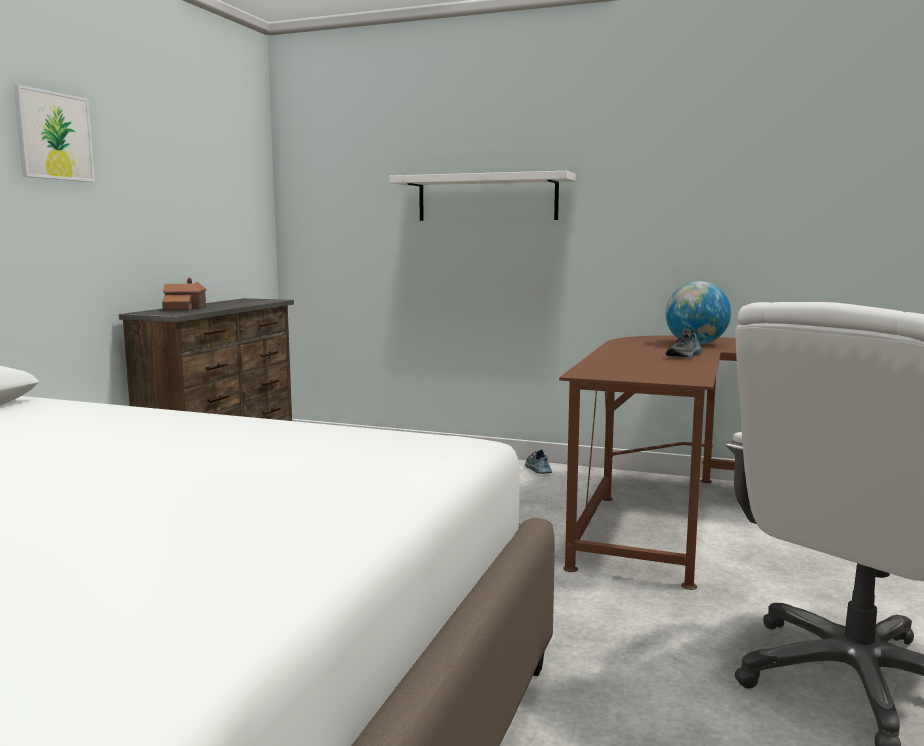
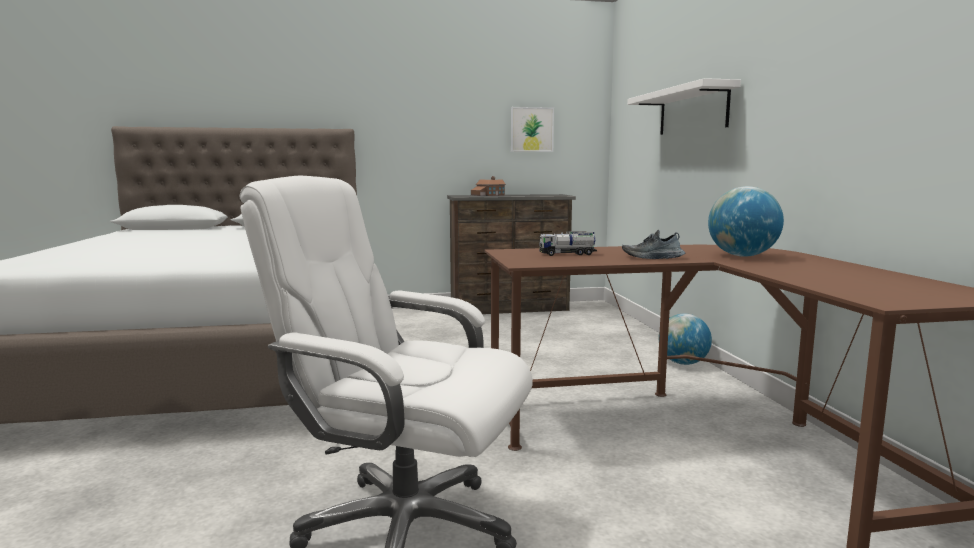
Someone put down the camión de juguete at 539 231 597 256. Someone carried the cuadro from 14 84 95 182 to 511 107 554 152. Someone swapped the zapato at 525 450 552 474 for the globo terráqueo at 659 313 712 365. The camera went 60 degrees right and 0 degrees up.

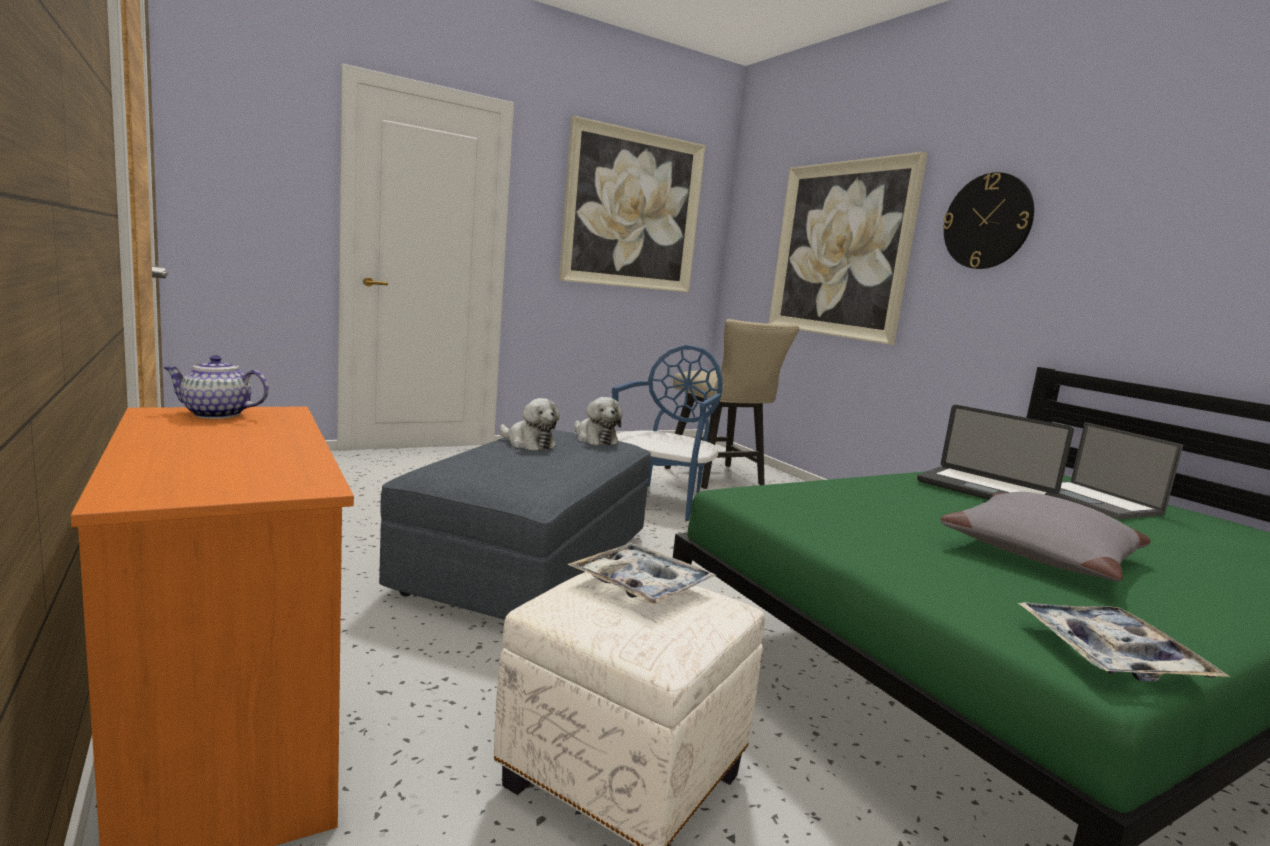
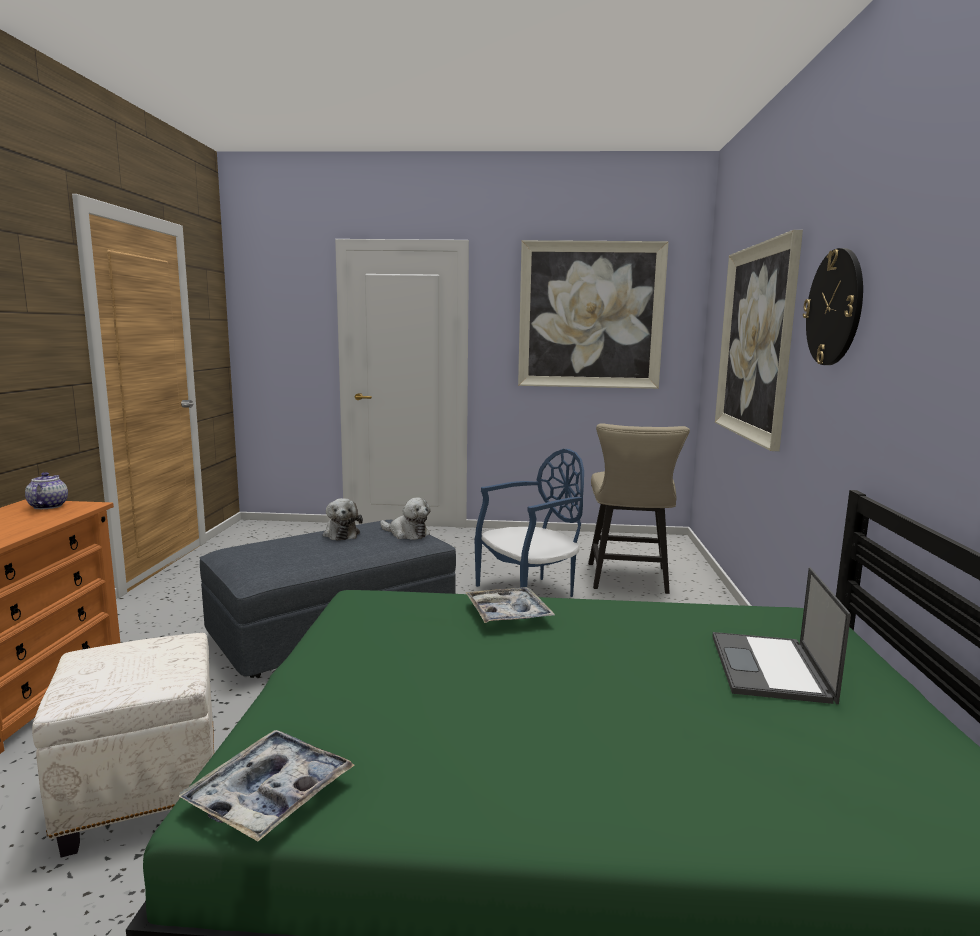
Someone took away the portátil at 917 405 1074 500. Someone took away the cojín [gris] at 941 492 1151 581. Someone carried the bandeja from 567 543 717 605 to 465 587 555 623. Someone rotated the tetera at 163 355 269 419 by 45 degrees clockwise. Someone rotated the peluche at 574 397 622 446 by 60 degrees counterclockwise. The camera went 35 degrees right and 0 degrees up.

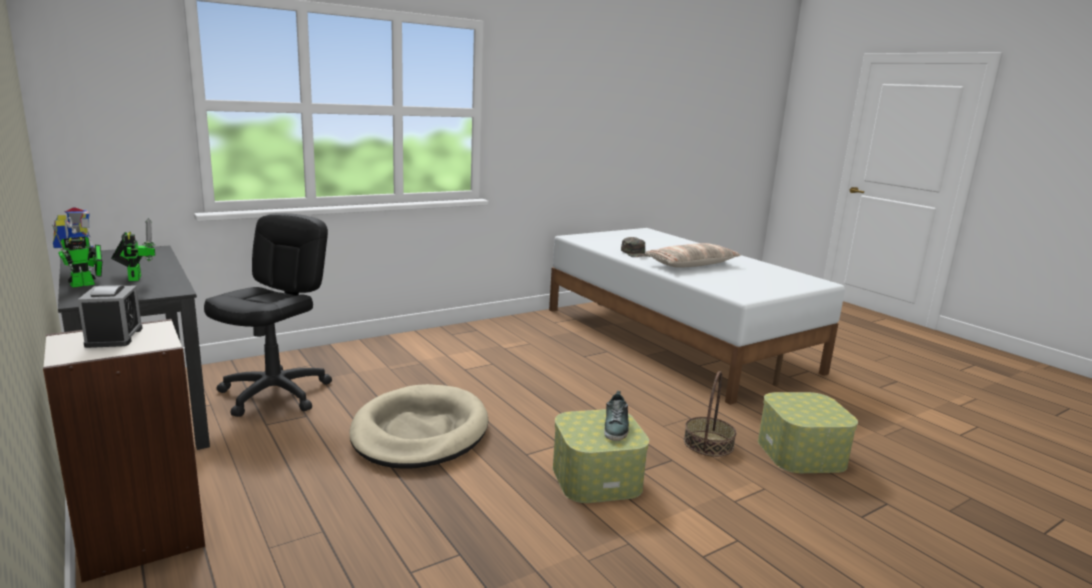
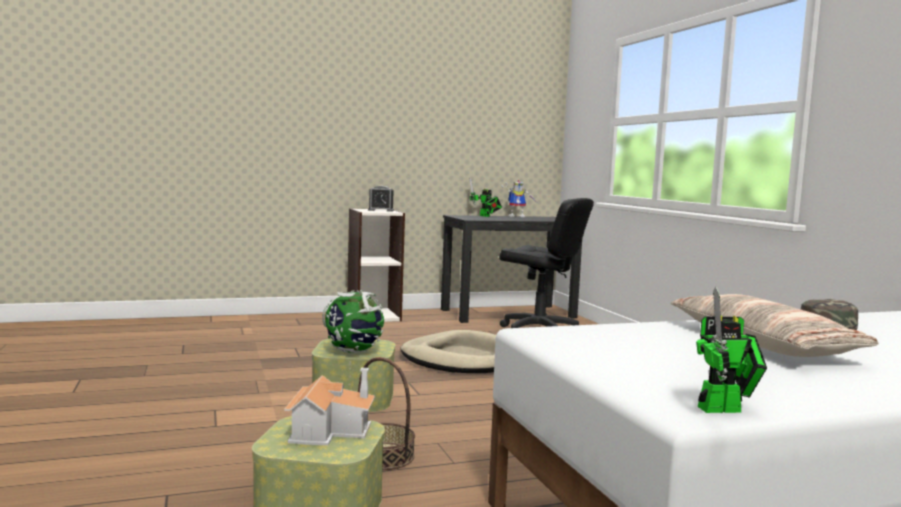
Someone put down the casita at 284 368 375 445. Someone carried the robot de juguete from 111 218 156 281 to 696 287 767 413. Someone swapped the zapato at 604 391 629 441 for the globo terráqueo at 322 290 384 353. The camera went 105 degrees right and 10 degrees down.

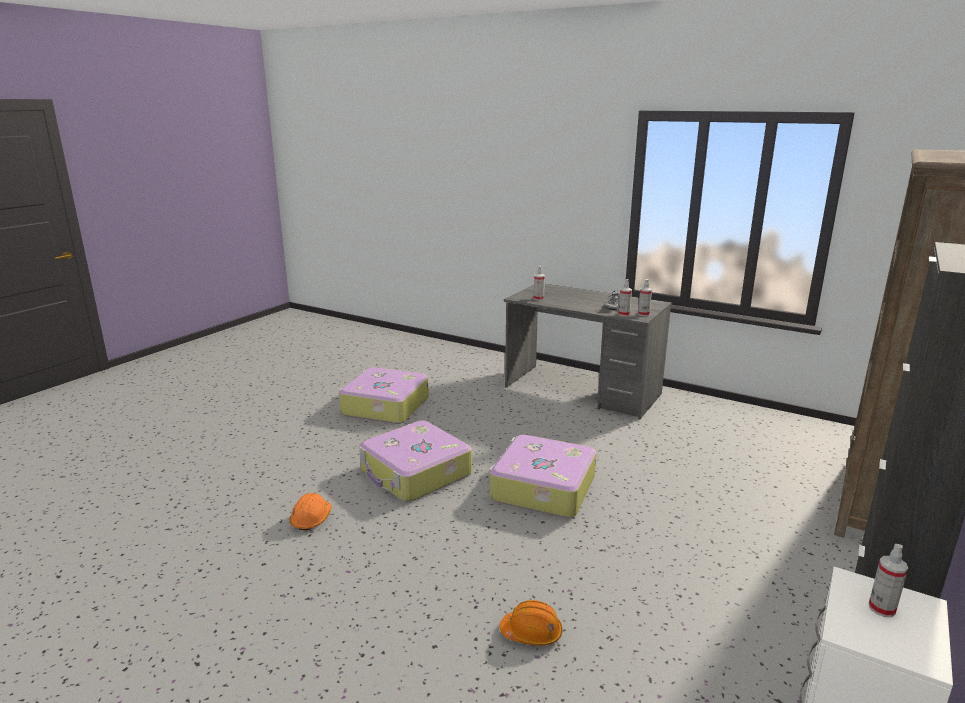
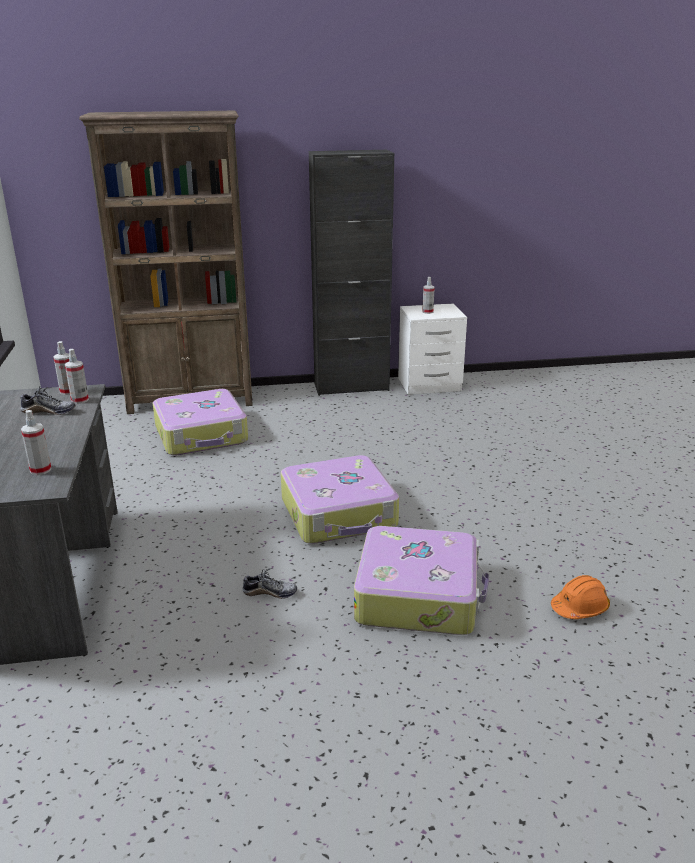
Someone took away the casco [naranja] at 500 600 562 646. Someone put down the zapato at 242 568 297 599. Someone carried the maleta from 339 367 429 424 to 153 389 248 456. The camera went 130 degrees left and 5 degrees up.

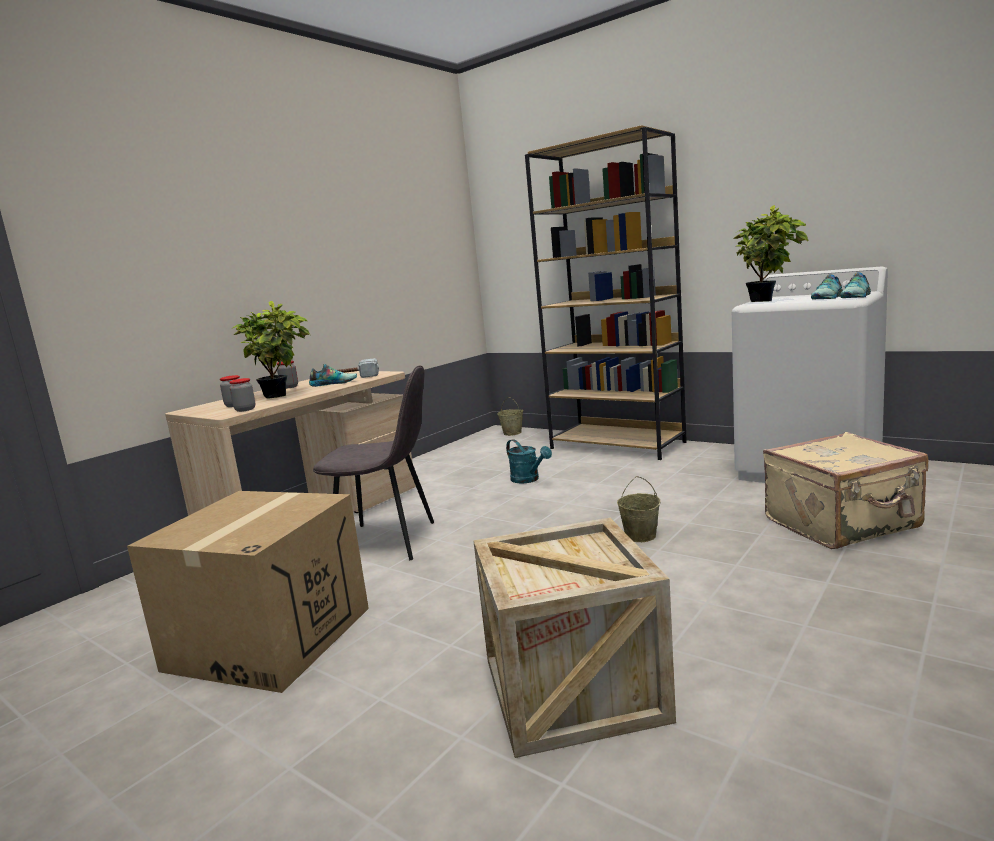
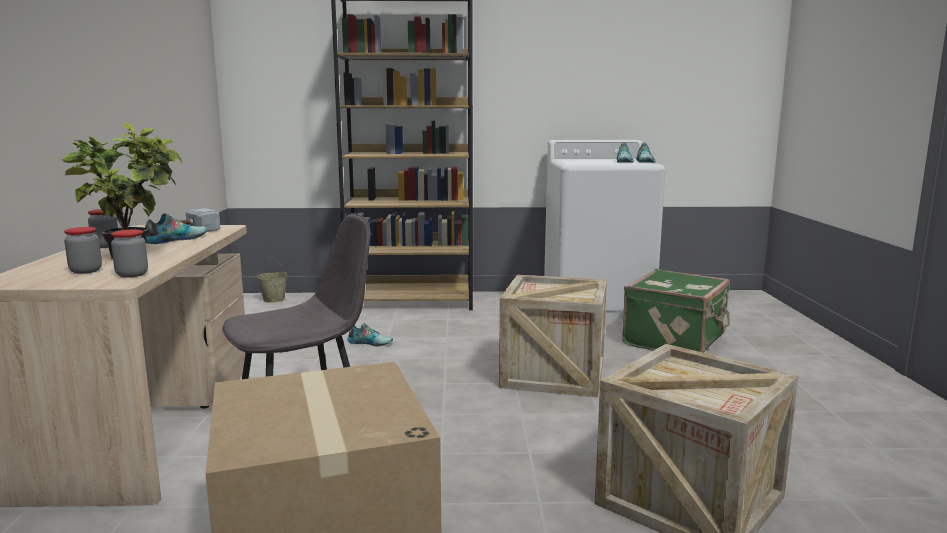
Someone took away the planta en maceta at 733 205 808 302. Someone swapped the regadera [turquesa] at 506 439 552 484 for the zapato at 347 323 393 346. Someone swapped the cubo [beis] at 617 476 660 542 for the caja de embalaje at 499 275 607 397. Someone repainted the maleta [beis] at 763 432 929 549, which became the maleta [verde] at 622 269 730 353. The camera went 40 degrees left and 0 degrees up.

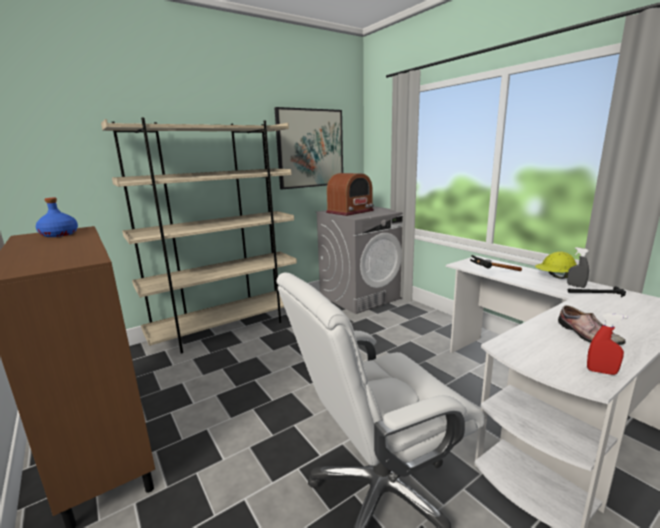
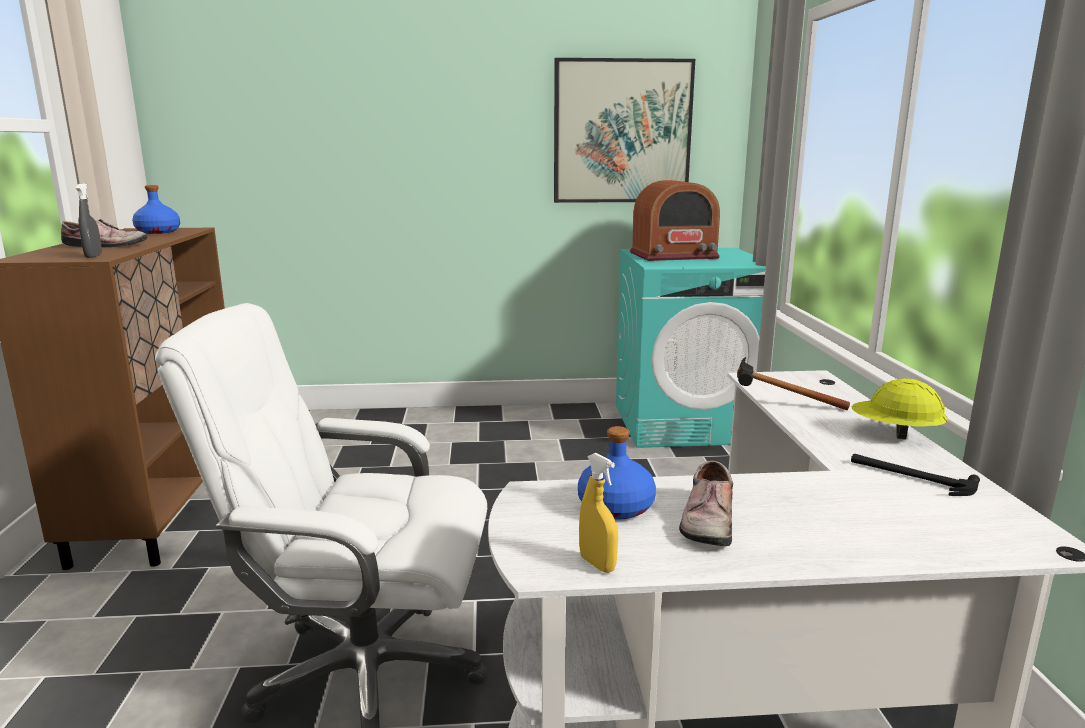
Someone took away the estantería [beis] at 101 118 297 354. Someone put down the zapato at 61 219 147 248. Someone put down the botella [azul] at 578 426 656 520. Someone carried the pulverizador [gris] from 567 247 589 288 to 76 183 102 258. Someone repainted the lavadora [gris] at 316 206 403 314, which became the lavadora [turquesa] at 616 248 766 448. Someone repainted the pulverizador [rojo] at 587 313 628 375, which became the pulverizador [amarillo] at 579 453 618 573. The camera went 30 degrees right and 0 degrees up.

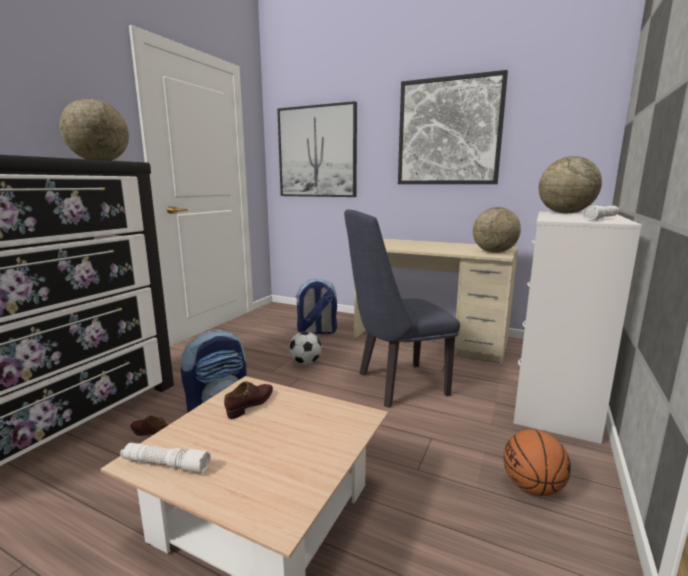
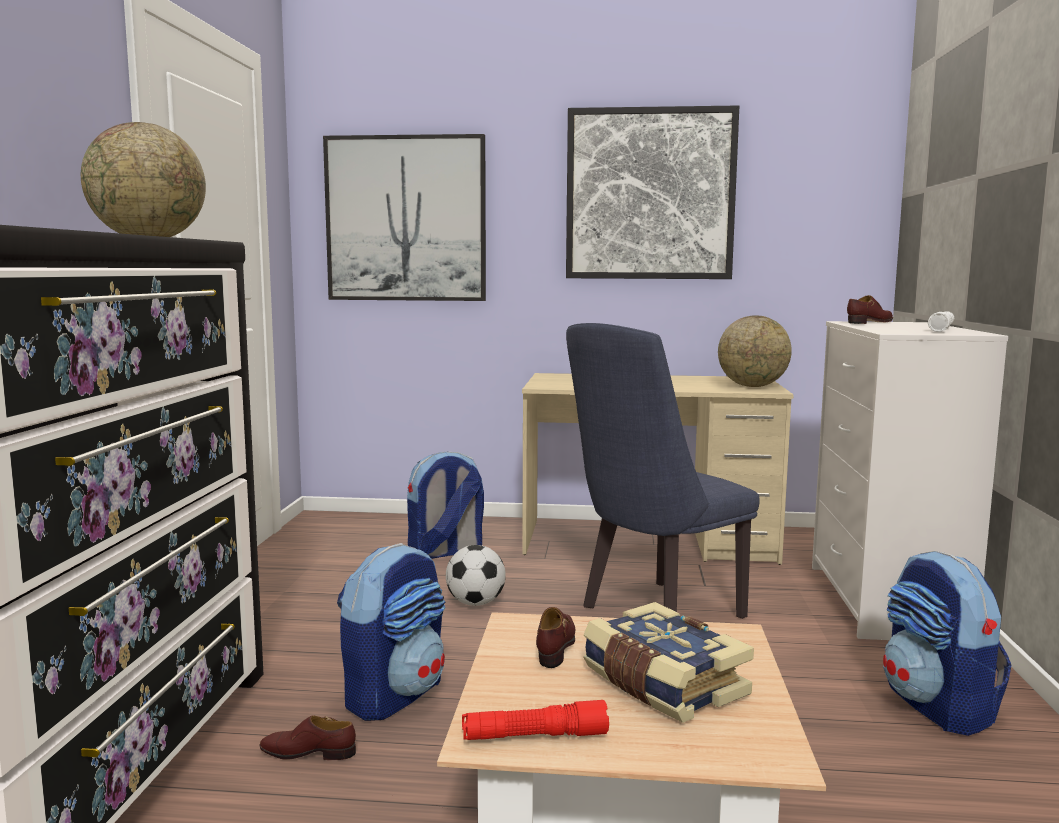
Someone put down the libro at 583 602 754 723. Someone swapped the balón de baloncesto at 503 430 571 496 for the mochila at 883 551 1011 736. Someone swapped the globo terráqueo at 539 156 602 213 for the zapato [marrón] at 847 295 893 324. Someone repainted the linterna [blanco] at 120 443 211 473, which became the linterna [rojo] at 462 700 609 740. The camera went 20 degrees left and 5 degrees down.

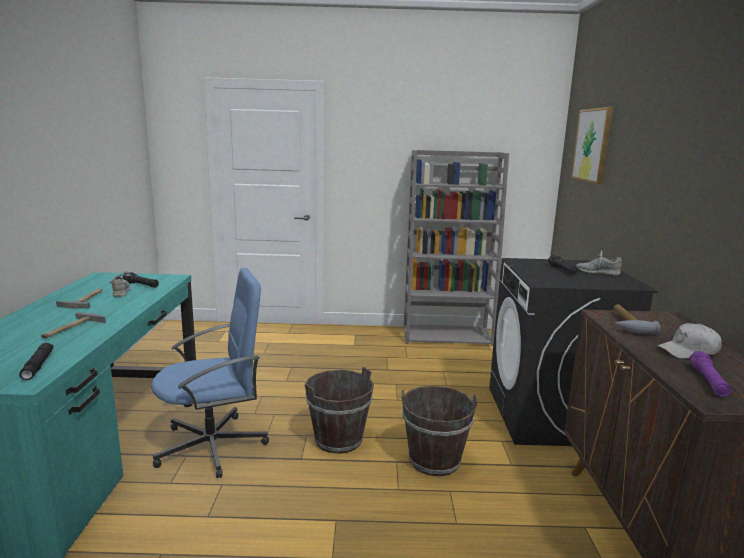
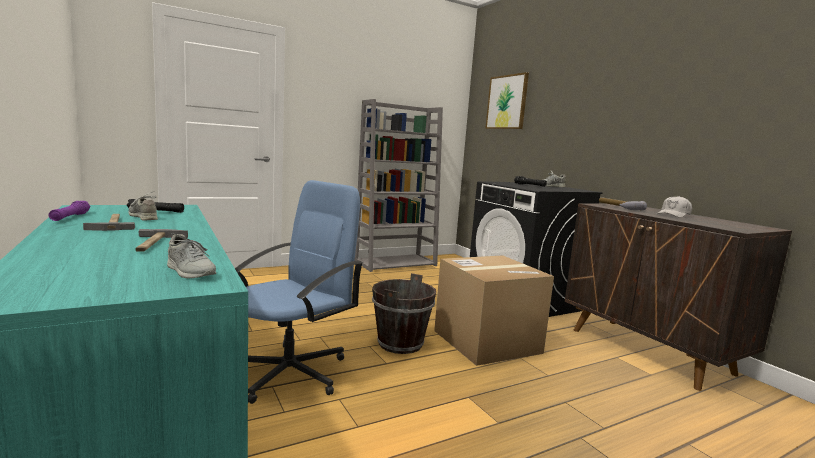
Someone carried the linterna [morado] from 690 351 731 397 to 49 201 90 221. Someone swapped the linterna [negro] at 19 343 53 380 for the zapato [gris] at 167 233 216 278. Someone swapped the cubo [marrón] at 402 386 478 476 for the caja de cartón at 434 255 554 366. The camera went 30 degrees left and 5 degrees down.

